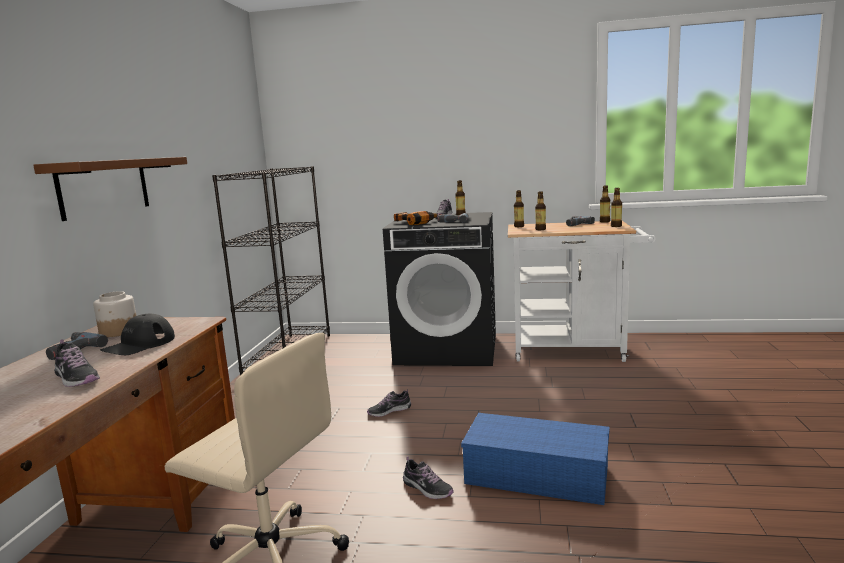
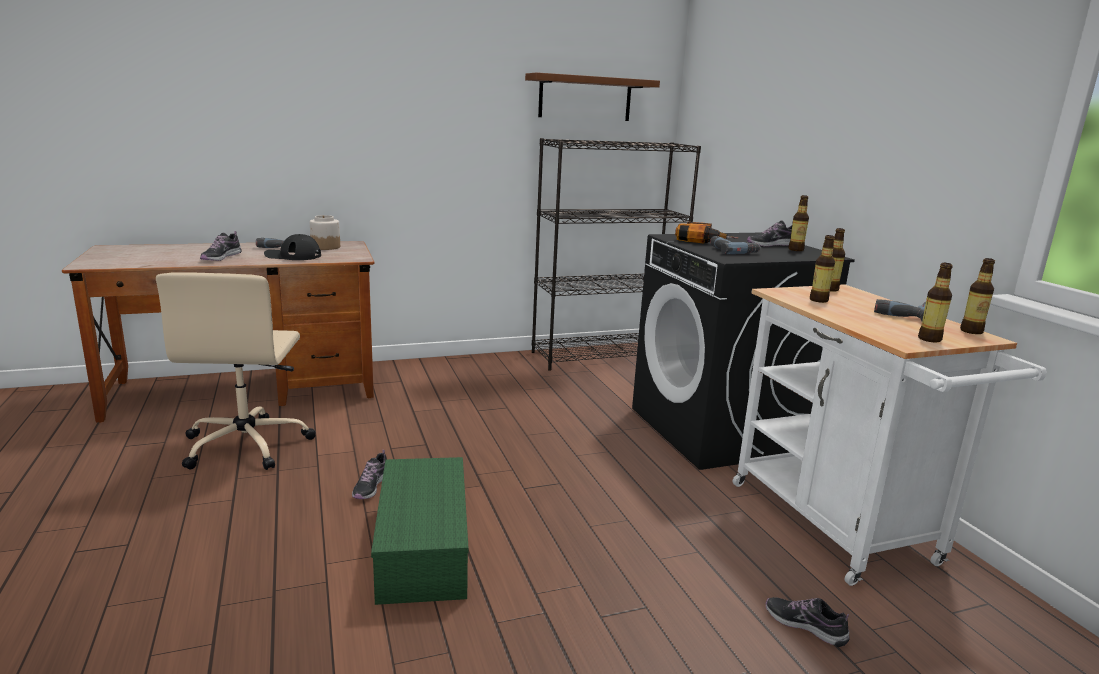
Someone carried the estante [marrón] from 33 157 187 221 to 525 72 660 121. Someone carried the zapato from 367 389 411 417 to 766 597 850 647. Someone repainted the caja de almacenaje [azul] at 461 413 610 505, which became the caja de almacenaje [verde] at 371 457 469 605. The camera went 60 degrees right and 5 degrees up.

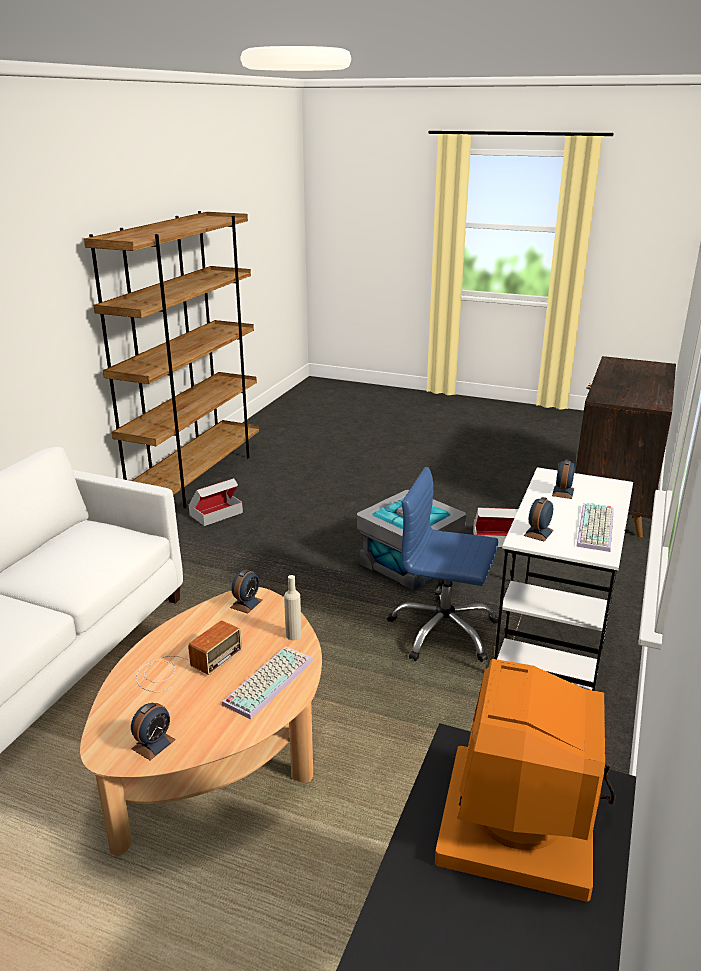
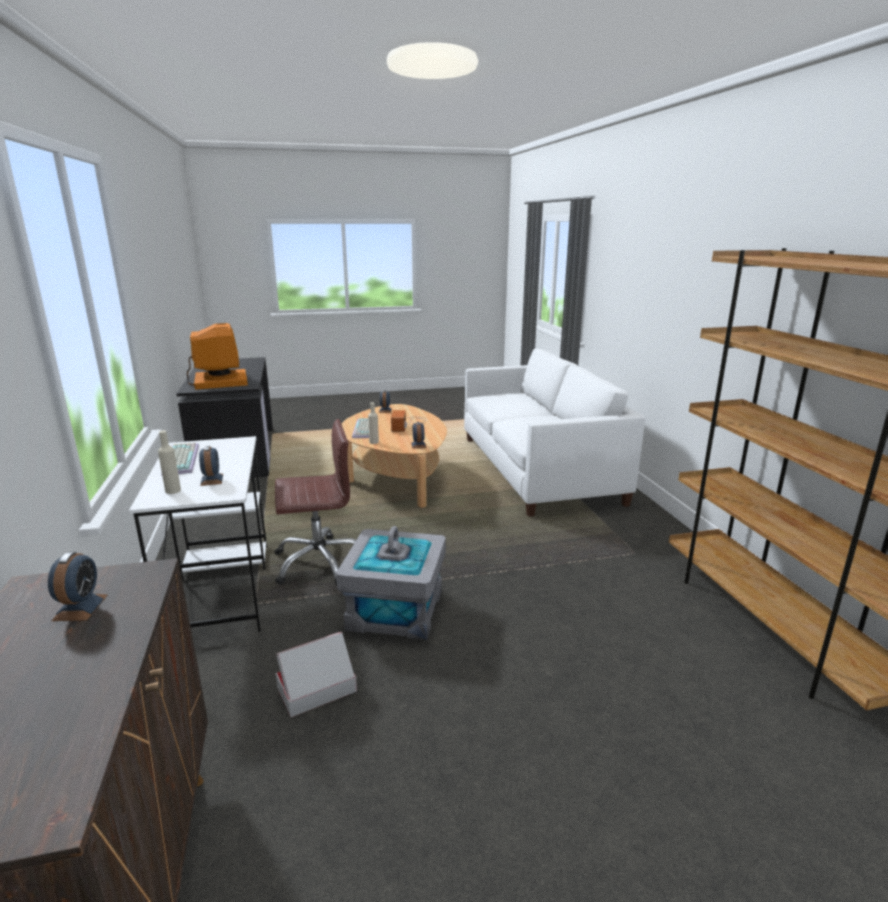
Someone took away the caja de cartón at 189 478 243 526. Someone put down the botella [beis] at 158 430 181 494. Someone carried the despertador from 524 497 554 541 to 48 552 108 621. Someone repainted the silla de oficina [azul] at 387 467 499 662, which became the silla de oficina [marrón] at 274 419 356 586. The camera went 145 degrees right and 5 degrees down.

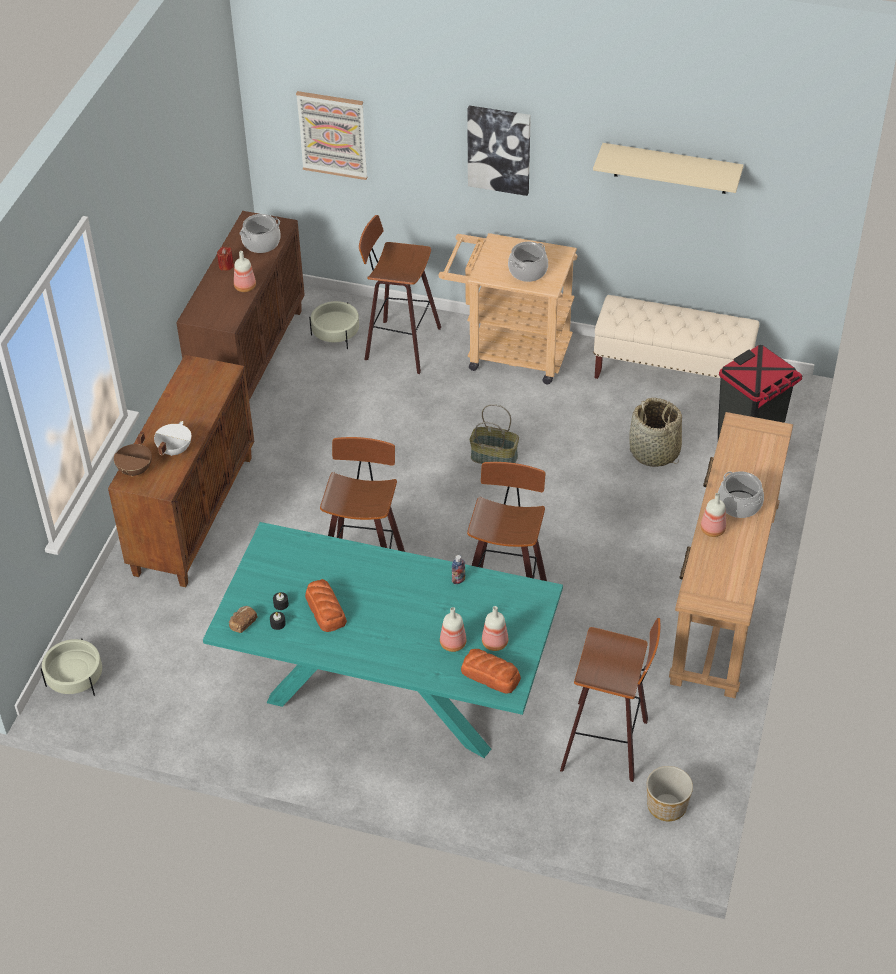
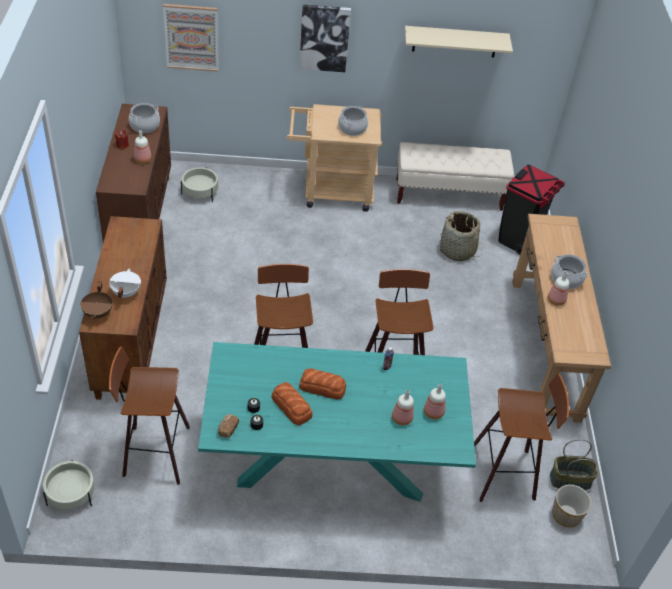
Someone carried the taburete from 359 215 441 374 to 109 347 190 485. Someone carried the pan from 461 649 521 693 to 299 368 346 399. Someone carried the cesta from 470 404 519 464 to 550 439 598 490. The camera went 20 degrees left and 0 degrees up.

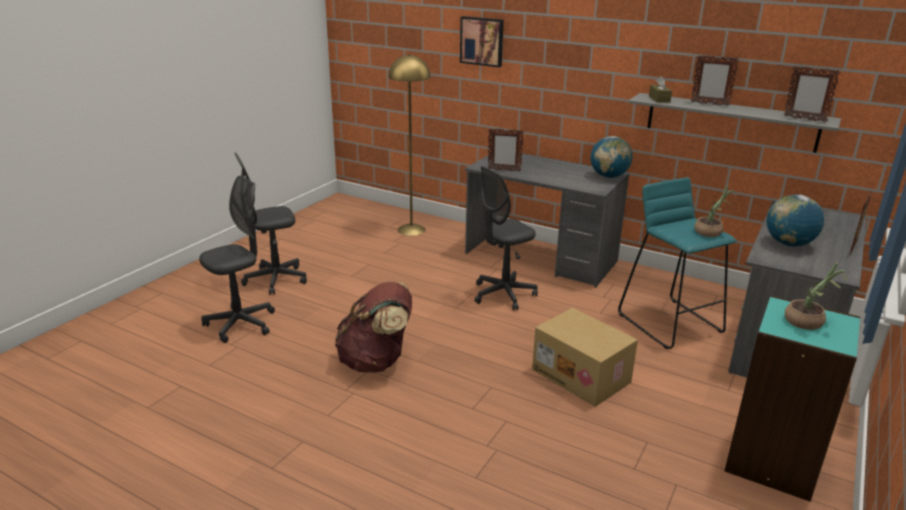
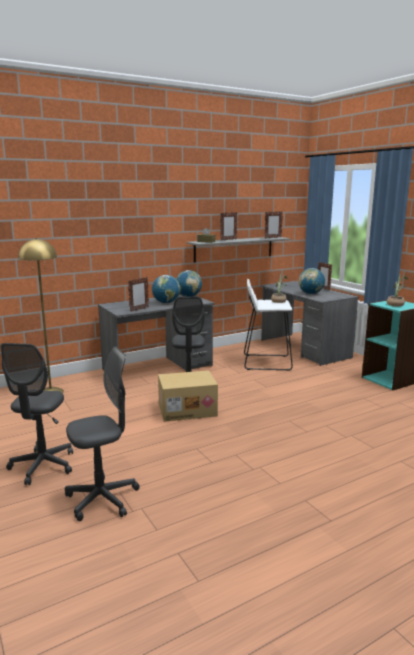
Someone took away the mochila [marrón] at 334 281 412 373. Someone took away the cuadro at 460 16 504 67. Someone put down the globo terráqueo at 152 275 180 303. Someone carried the caja de cartón from 532 308 638 407 to 158 370 218 422. Someone repainted the taburete [turquesa] at 618 177 737 349, which became the taburete [blanco] at 244 279 293 371. Someone rotated the silla de oficina [gris] at 199 176 275 343 by 75 degrees clockwise. The camera went 60 degrees left and 10 degrees down.

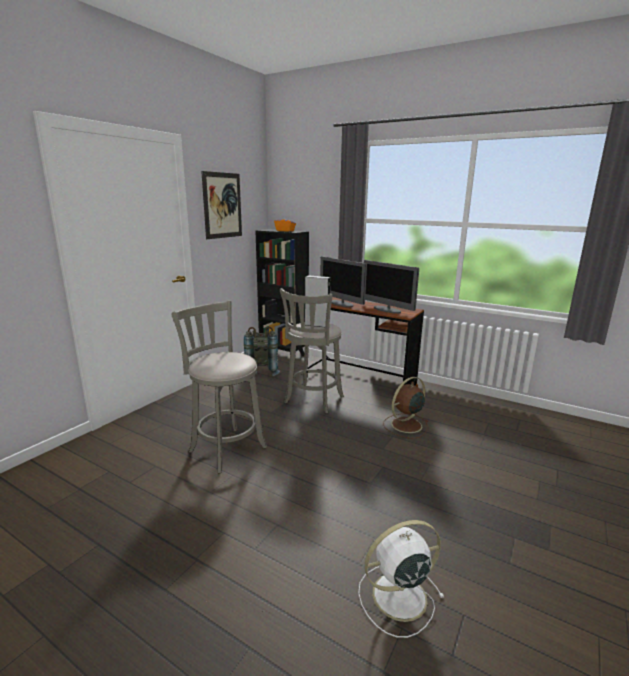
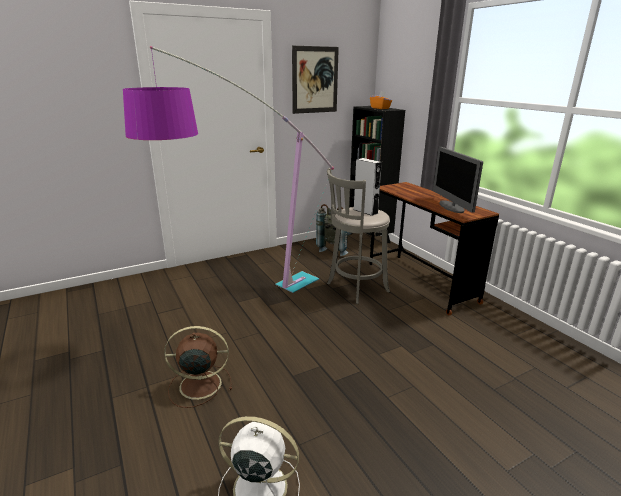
Someone took away the monitor at 320 256 367 307. Someone carried the ventilador [marrón] from 383 377 429 439 to 164 326 232 408. Someone swapped the taburete [gris] at 172 300 267 473 for the lámpara de pie at 123 46 334 293. The camera went 30 degrees right and 5 degrees up.

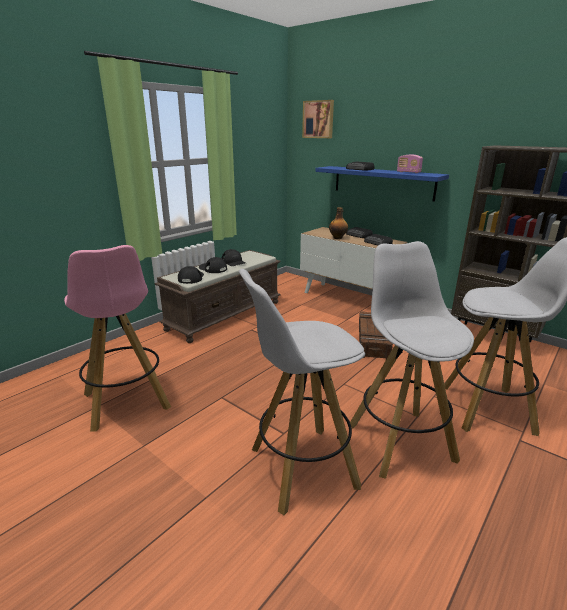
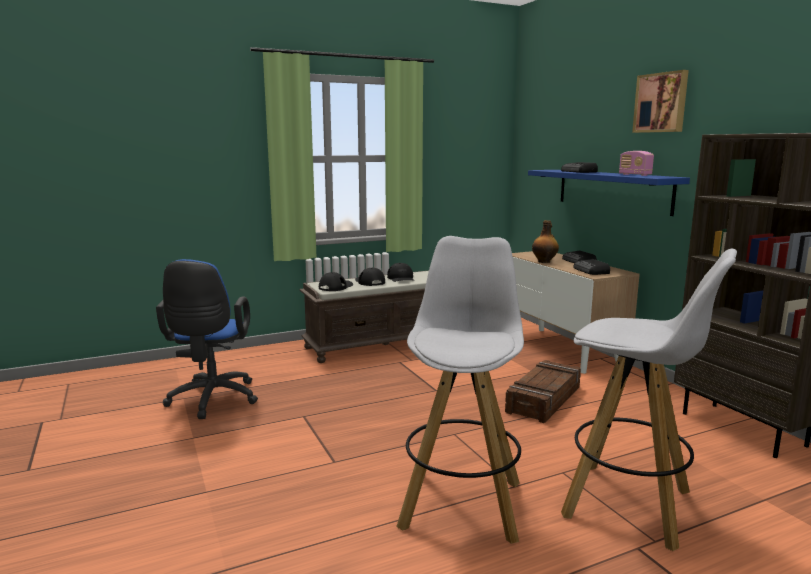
Someone took away the taburete [blanco] at 239 269 365 515. Someone carried the cuadro from 302 100 334 138 to 632 70 689 133. Someone swapped the taburete [rosa] at 64 245 171 432 for the silla de oficina [azul] at 156 259 258 419. The camera went 25 degrees right and 10 degrees down.

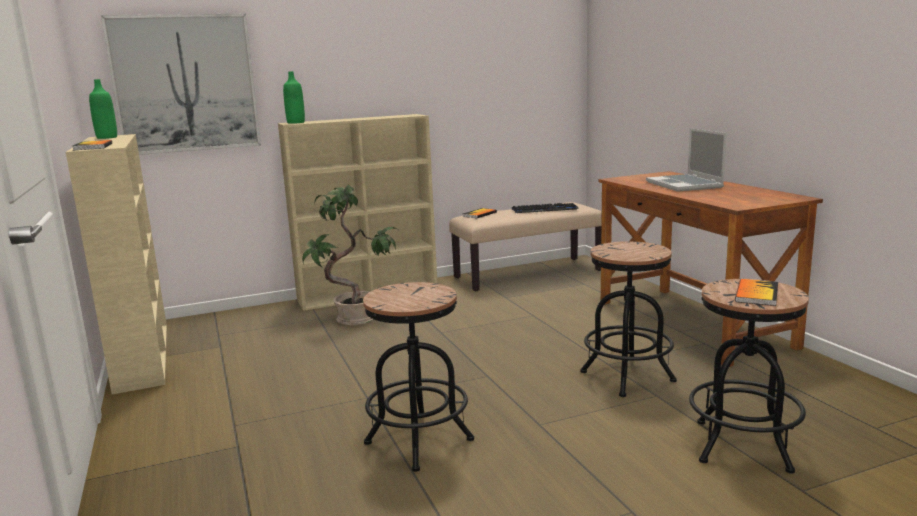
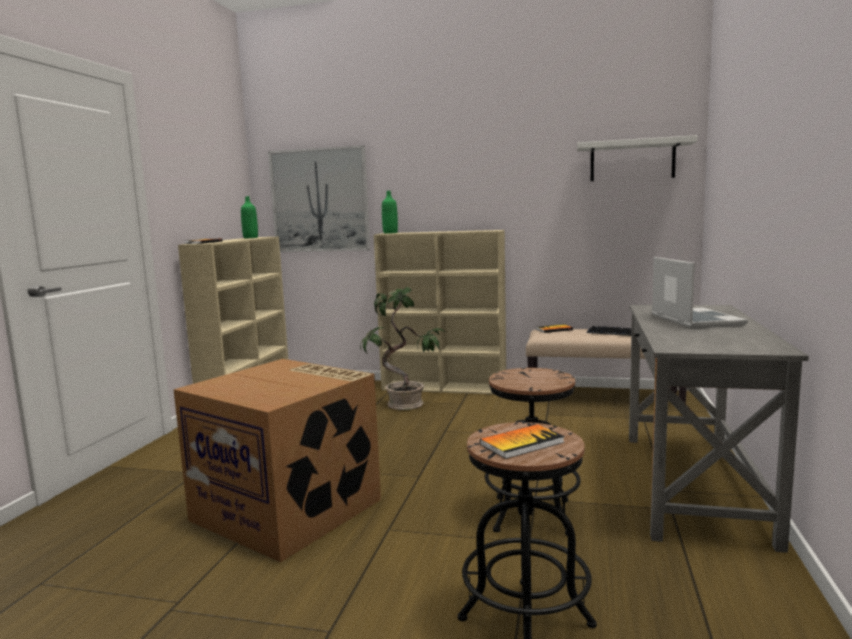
Someone put up the estante [blanco] at 577 135 698 181. Someone swapped the taburete [negro] at 363 282 474 472 for the caja de cartón at 173 359 381 562. Someone repainted the escritorio [marrón] at 599 171 823 367, which became the escritorio [gris] at 629 305 809 553. Someone rotated the portátil at 646 128 726 192 by 150 degrees clockwise. The camera went 35 degrees right and 5 degrees down.

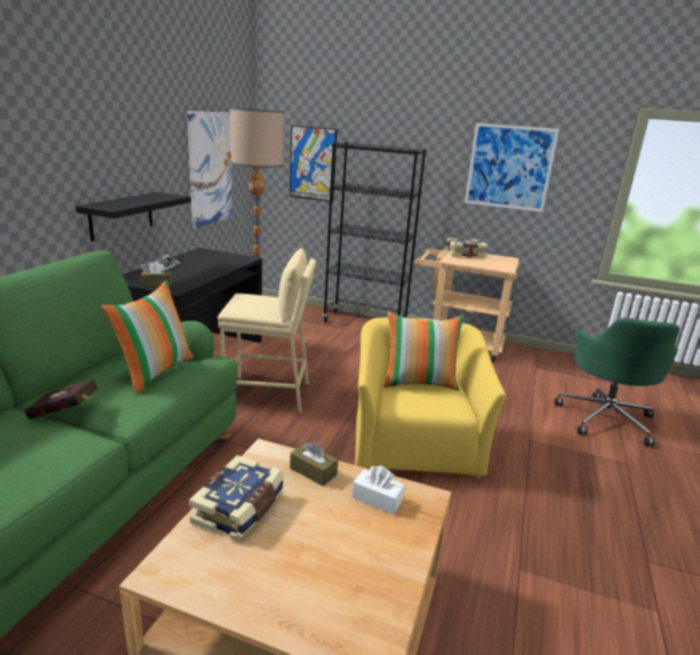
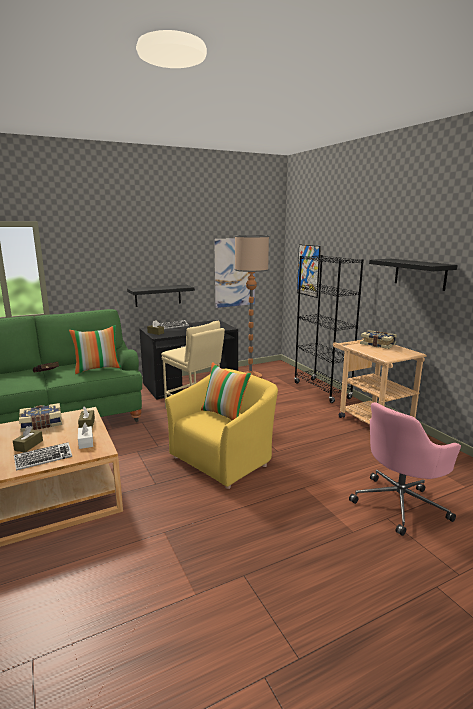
Someone put down the caja de pañuelos [marrón] at 13 426 43 452. Someone put down the teclado at 14 442 72 471. Someone swapped the cuadro at 465 123 559 212 for the estante [negro] at 369 259 458 291. Someone repainted the silla de oficina [verde] at 555 318 680 447, which became the silla de oficina [rosa] at 349 402 461 536. The camera went 45 degrees right and 5 degrees down.

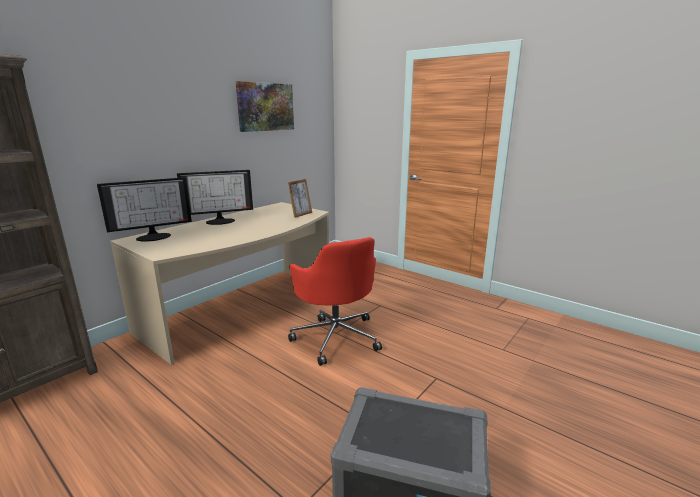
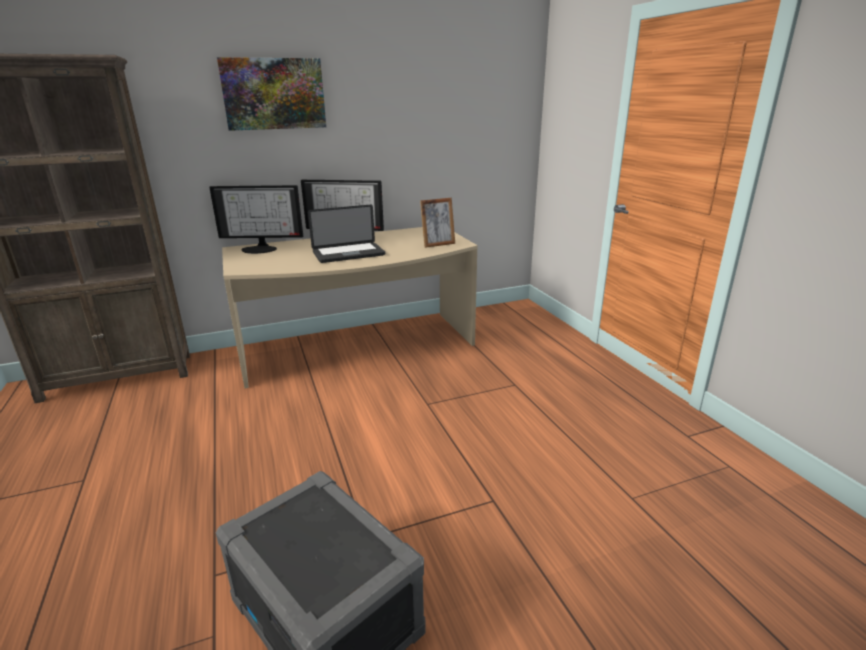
Someone took away the silla de oficina [rojo] at 288 237 382 366. Someone put down the portátil at 308 205 385 263. Someone carried the cuadro from 236 81 294 132 to 217 57 326 131. The camera went 30 degrees right and 5 degrees up.

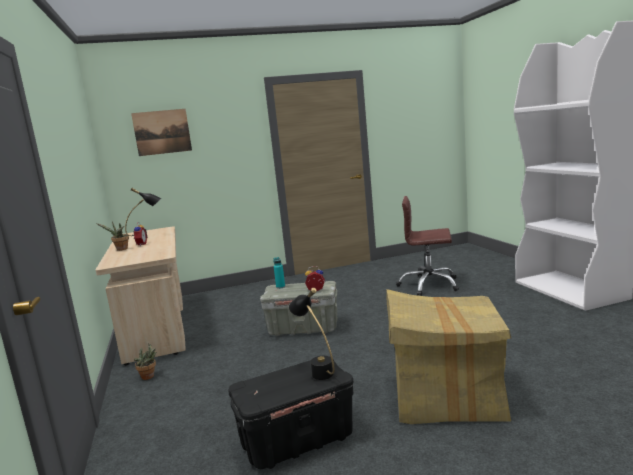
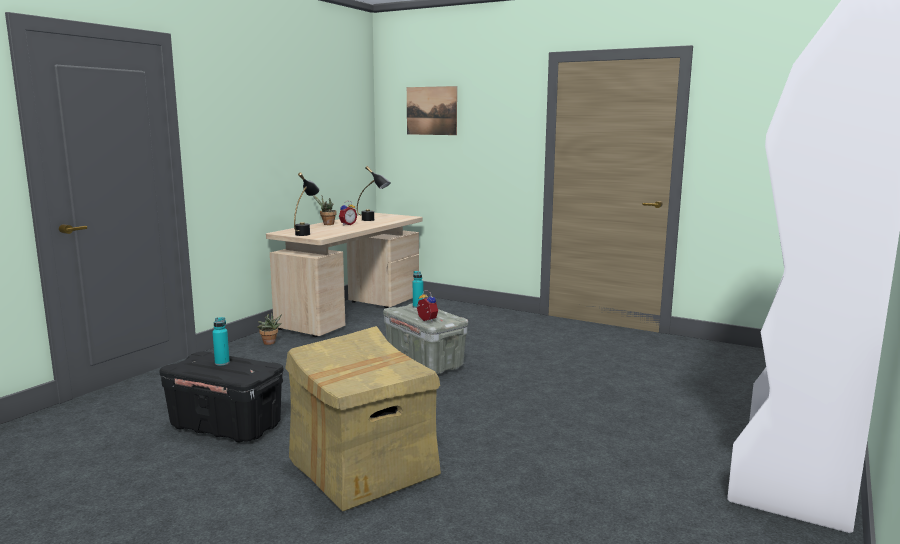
Someone took away the silla de oficina [marrón] at 396 196 459 296. Someone put down the botella [turquesa] at 212 317 230 366. Someone carried the lámpara de mesa [negro] from 289 288 335 380 to 294 172 319 236. The camera went 45 degrees right and 0 degrees up.

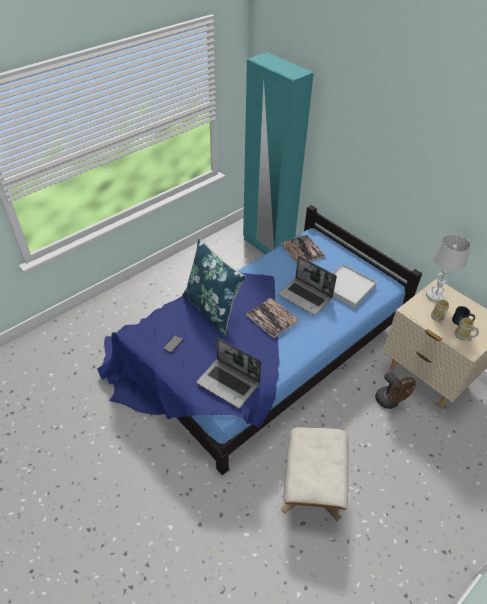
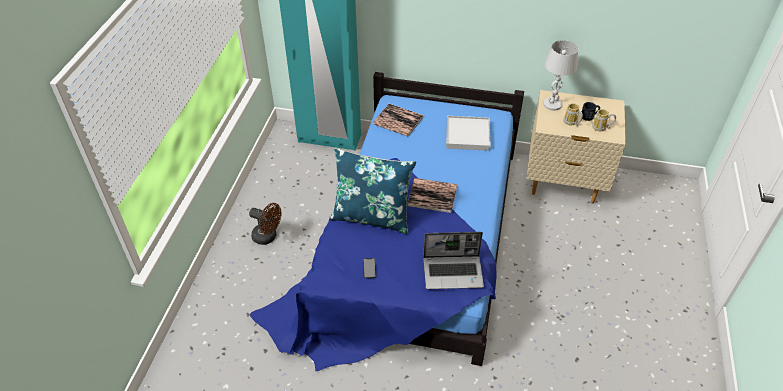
Someone took away the portátil at 278 256 337 315. Someone took away the puf [beis] at 281 427 349 521. Someone carried the ventilador [marrón] from 375 372 416 409 to 249 203 281 245. The camera went 35 degrees left and 0 degrees up.

